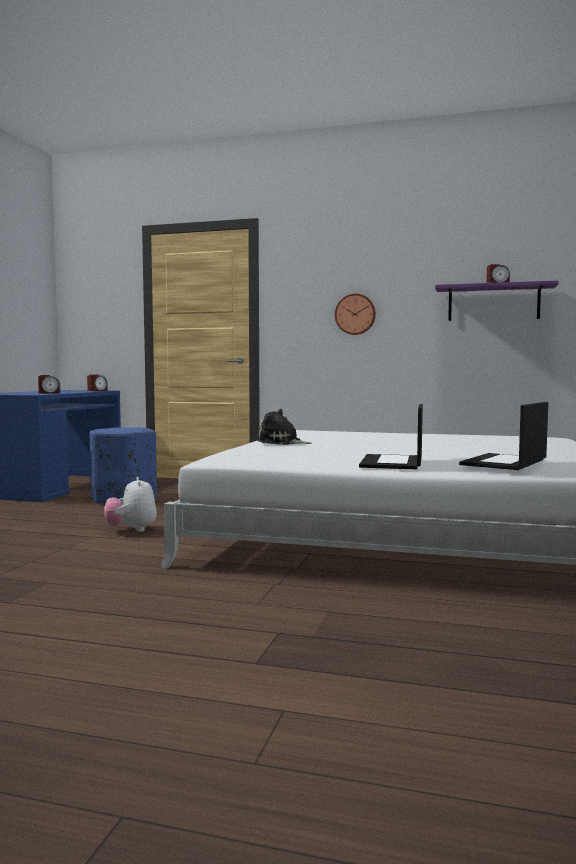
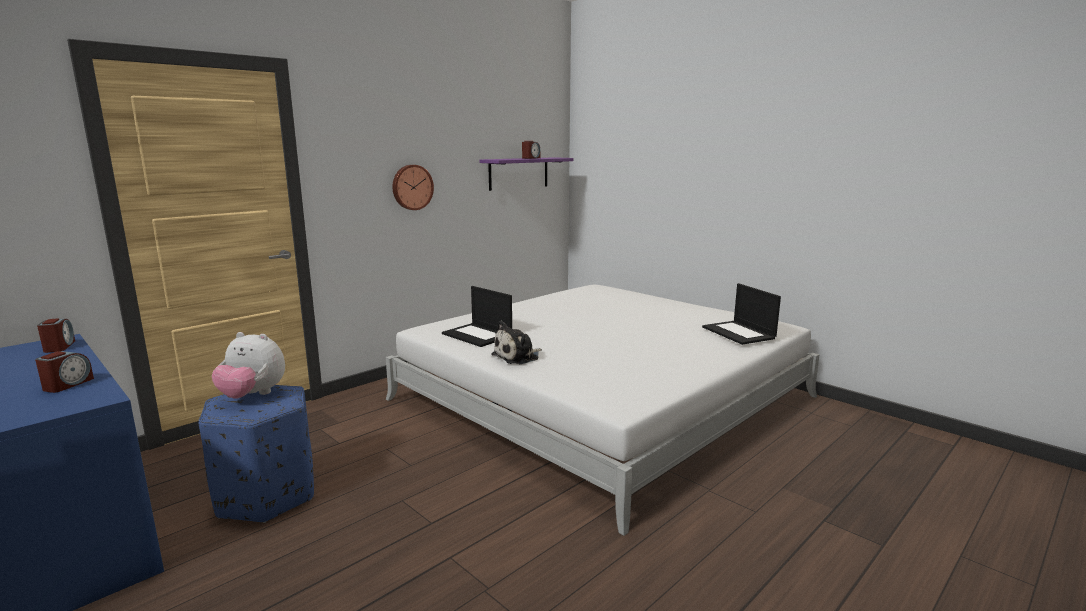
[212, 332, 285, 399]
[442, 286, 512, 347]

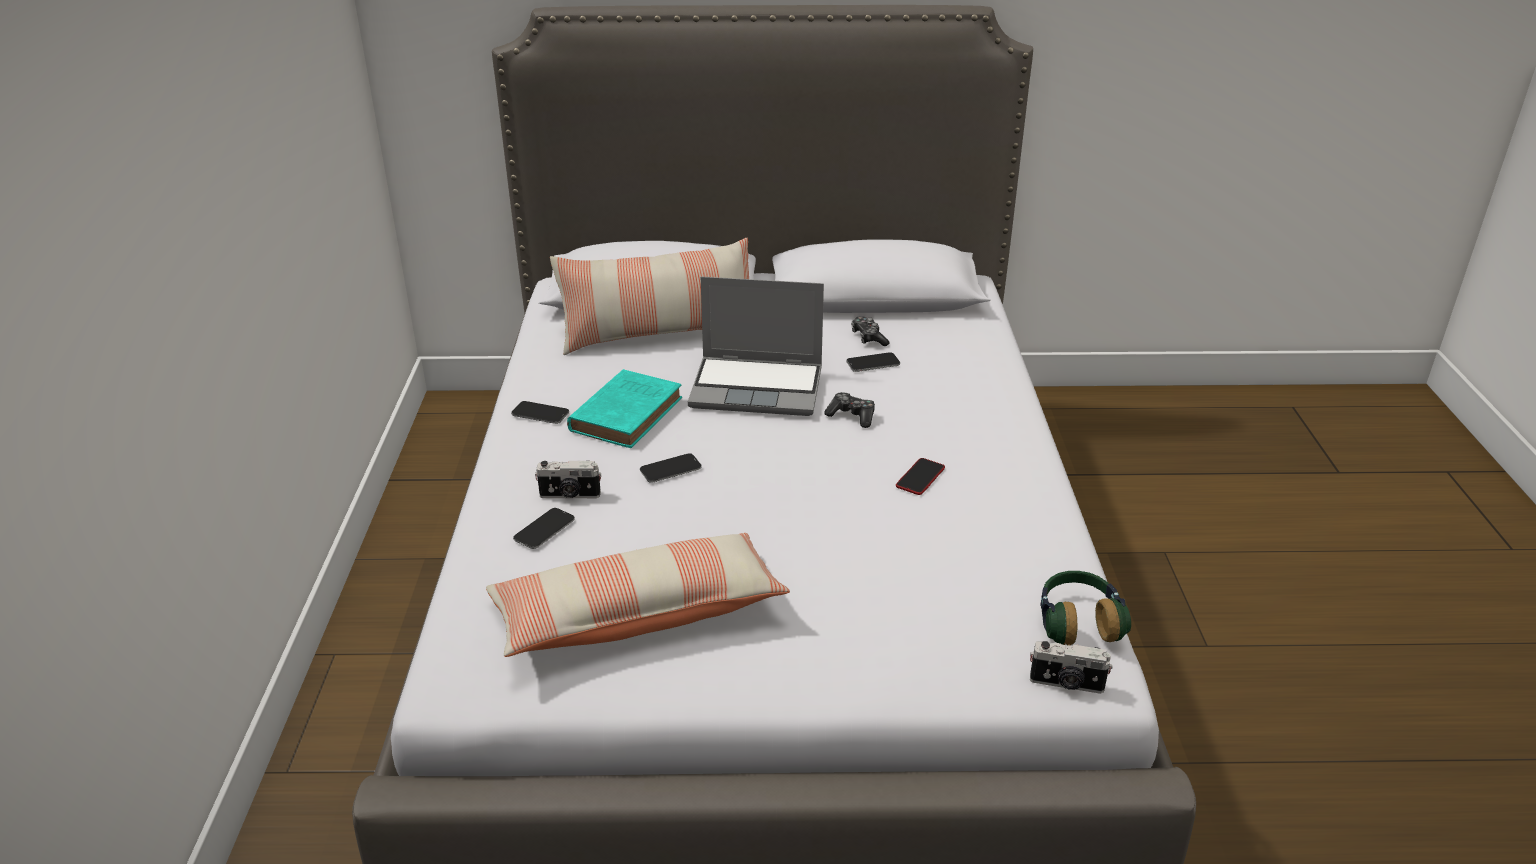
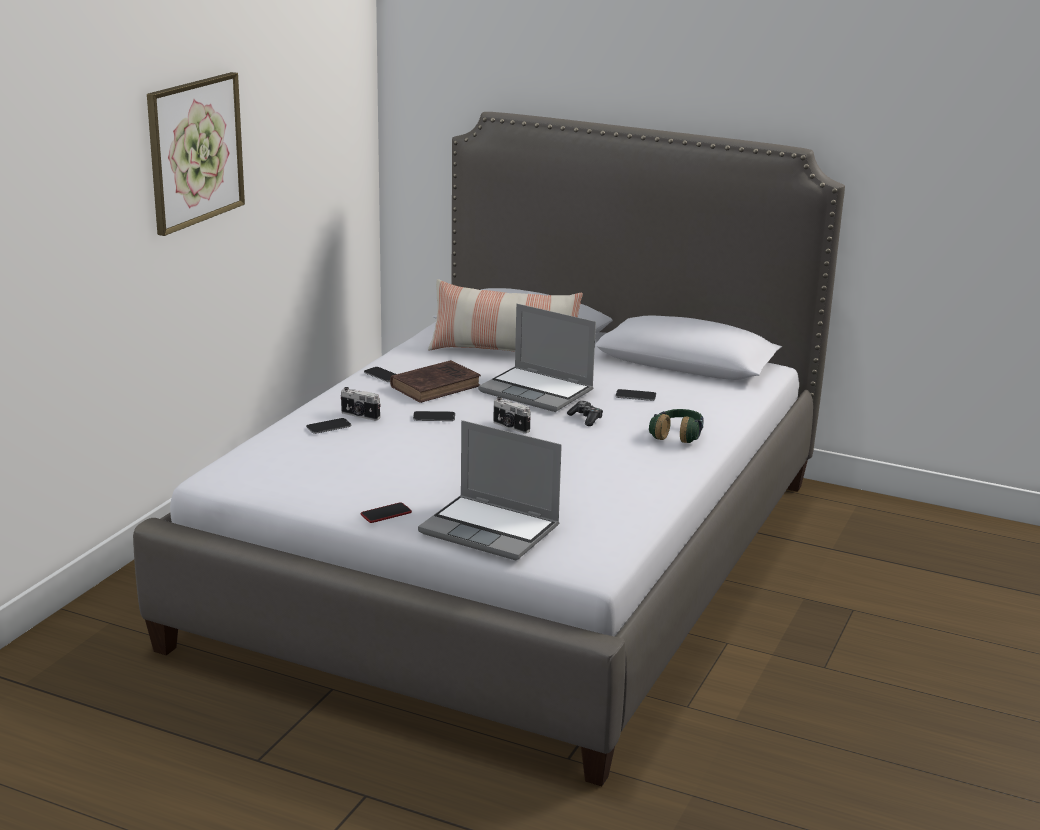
[486, 533, 790, 657] (first image)
[390, 360, 481, 403]
[851, 316, 890, 346] (first image)
[361, 502, 412, 523]
[493, 397, 531, 434]
[649, 409, 704, 443]
[147, 72, 245, 236]
[418, 420, 562, 561]

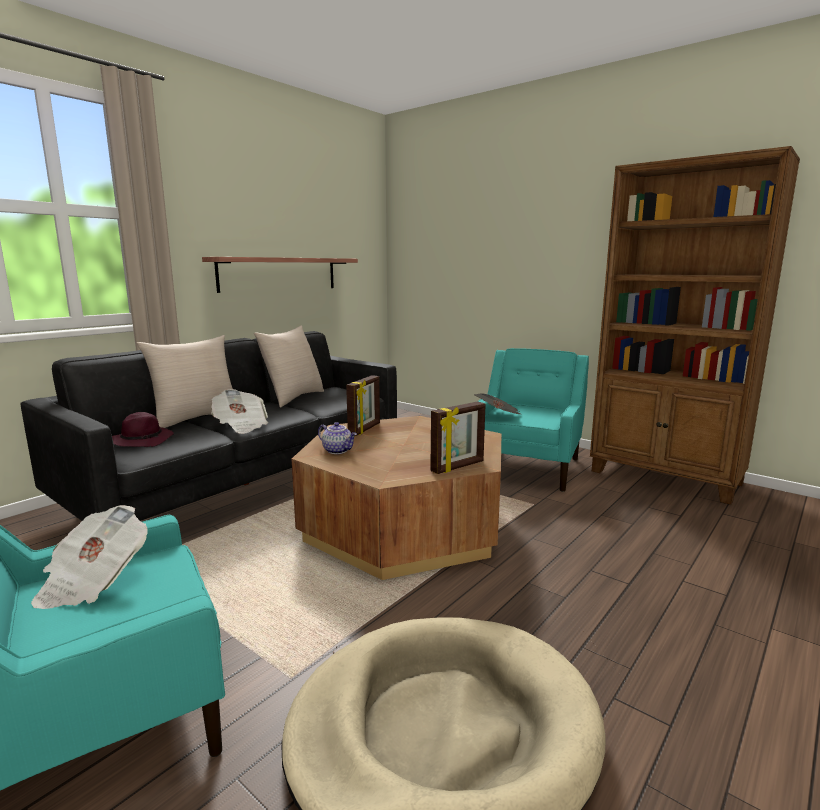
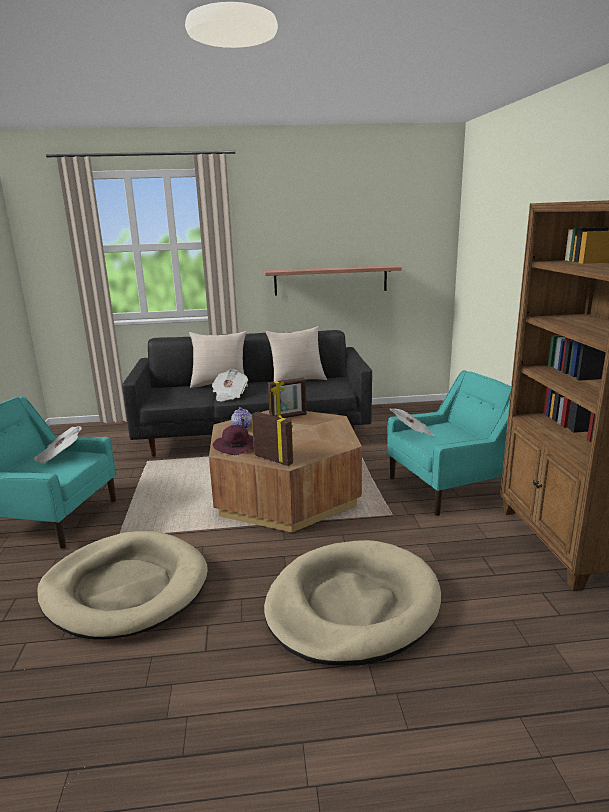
[213, 425, 254, 455]
[252, 412, 293, 466]
[264, 540, 441, 665]

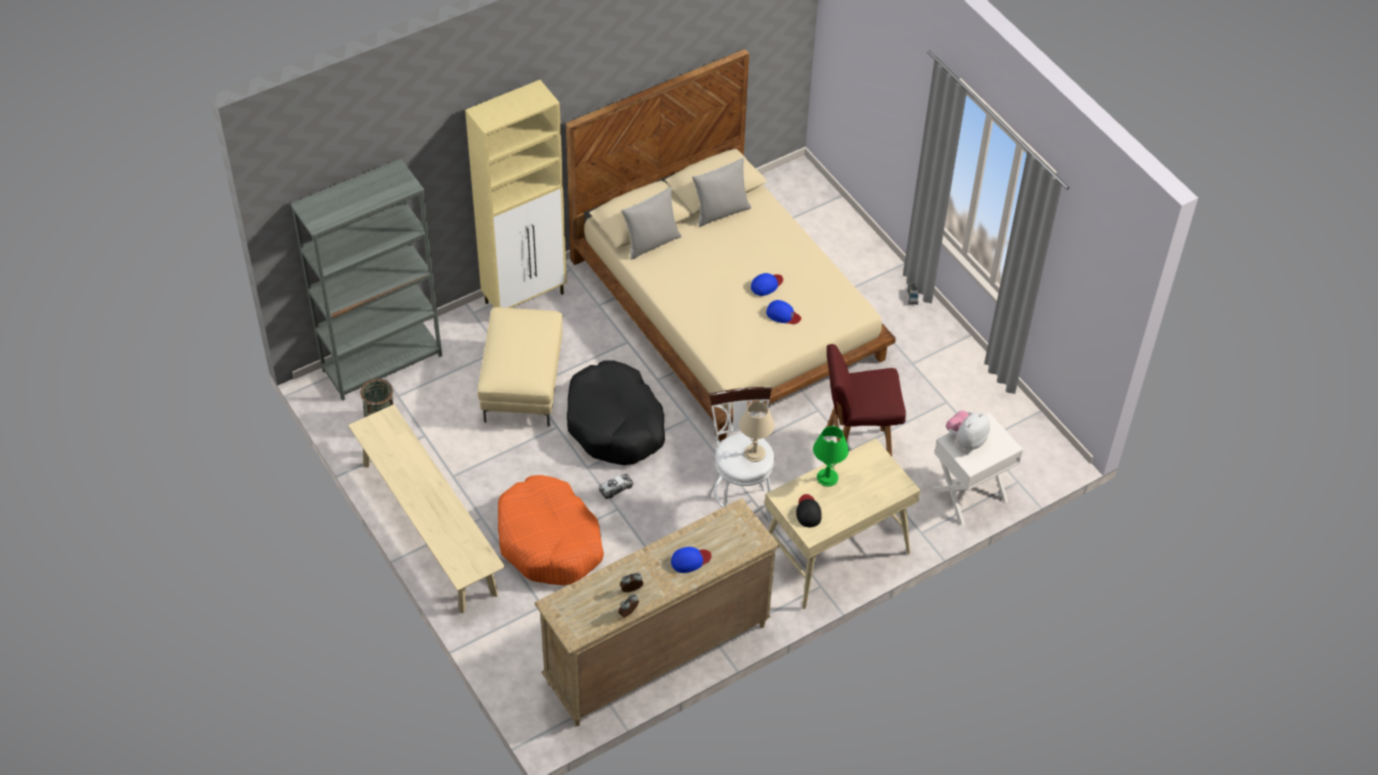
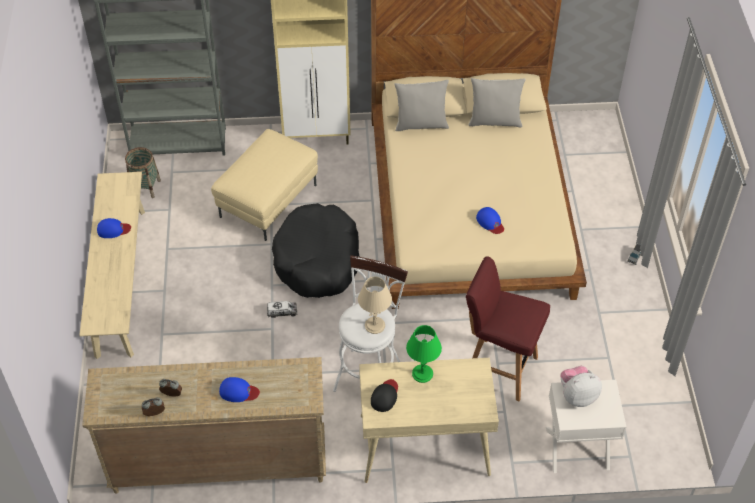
[498, 475, 604, 585] (first image)
[97, 218, 131, 238]

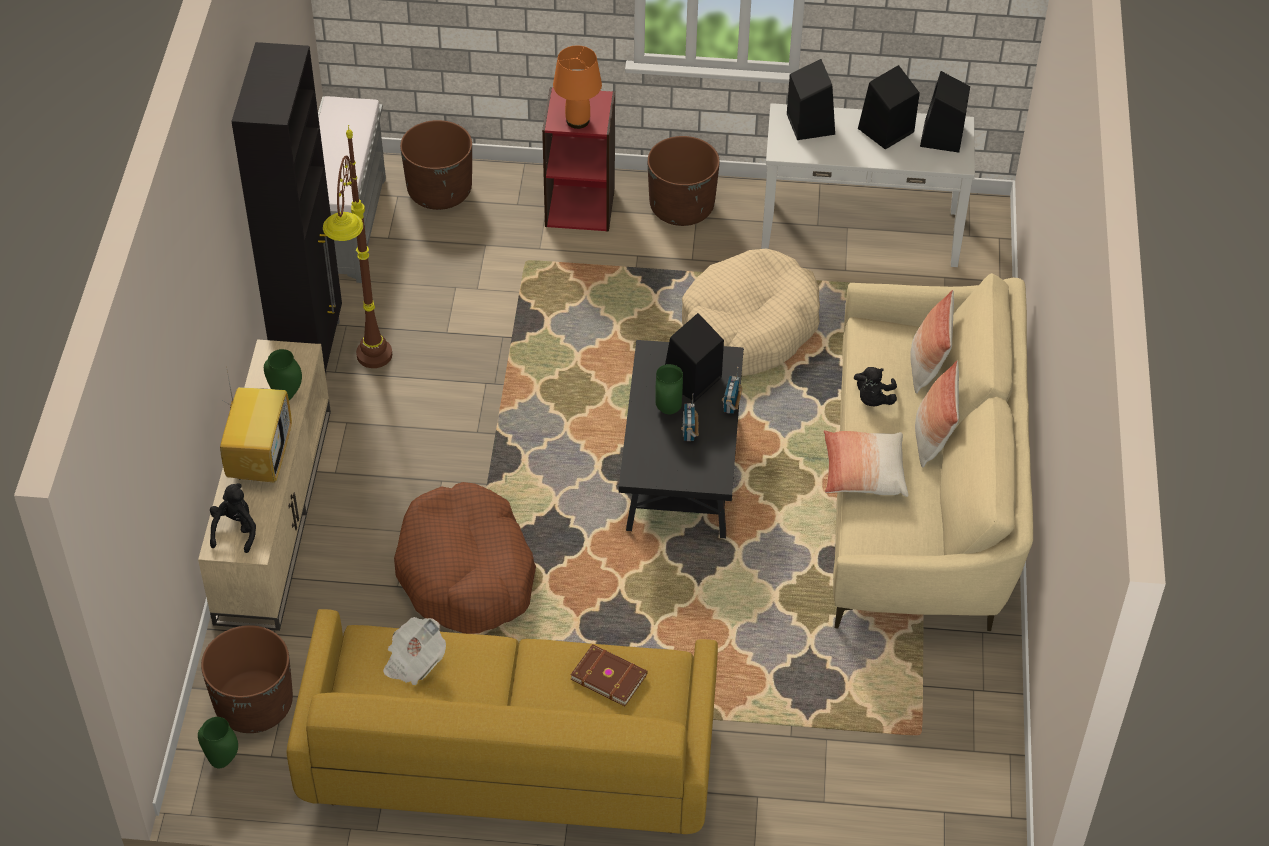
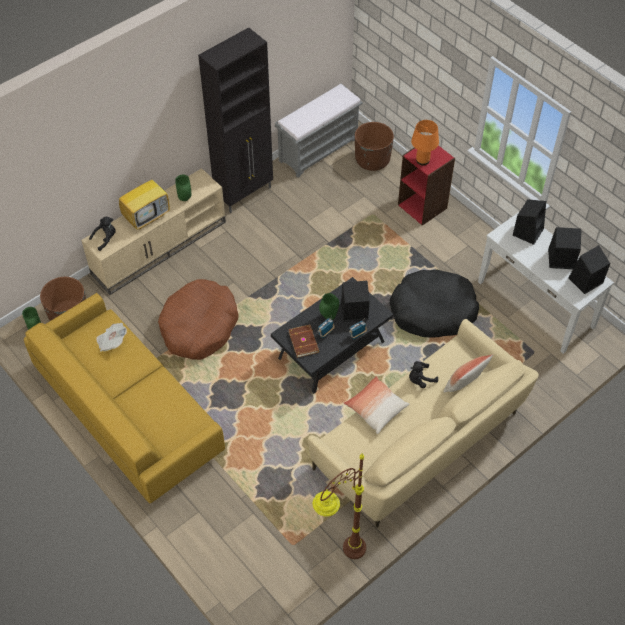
[313, 453, 366, 559]
[289, 324, 319, 358]
[647, 136, 720, 226] (first image)
[389, 269, 479, 338]
[915, 360, 959, 467] (first image)

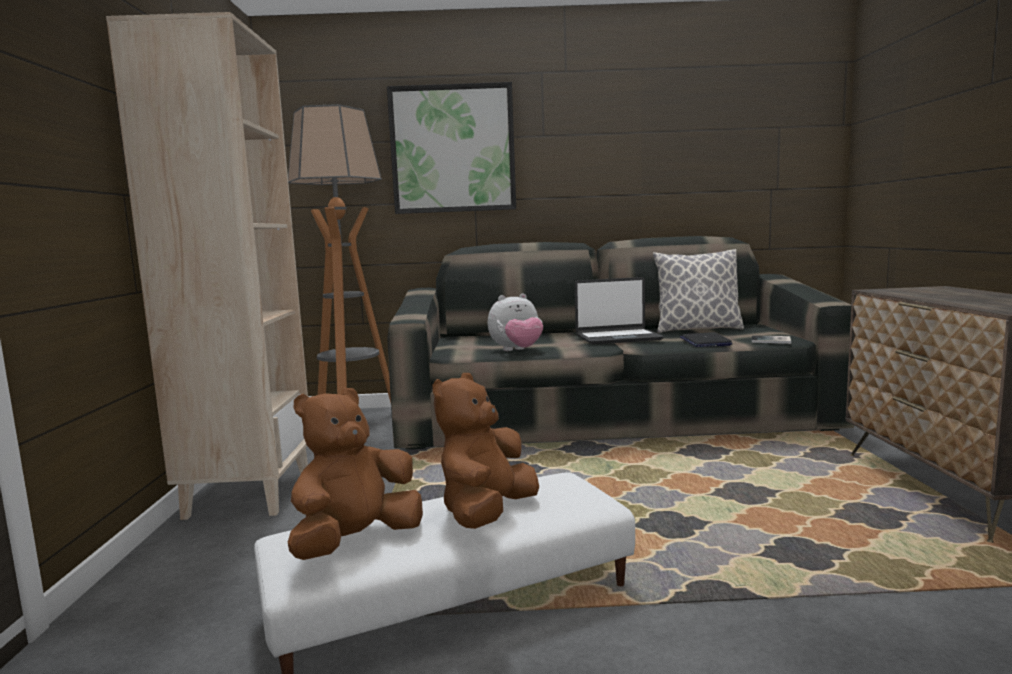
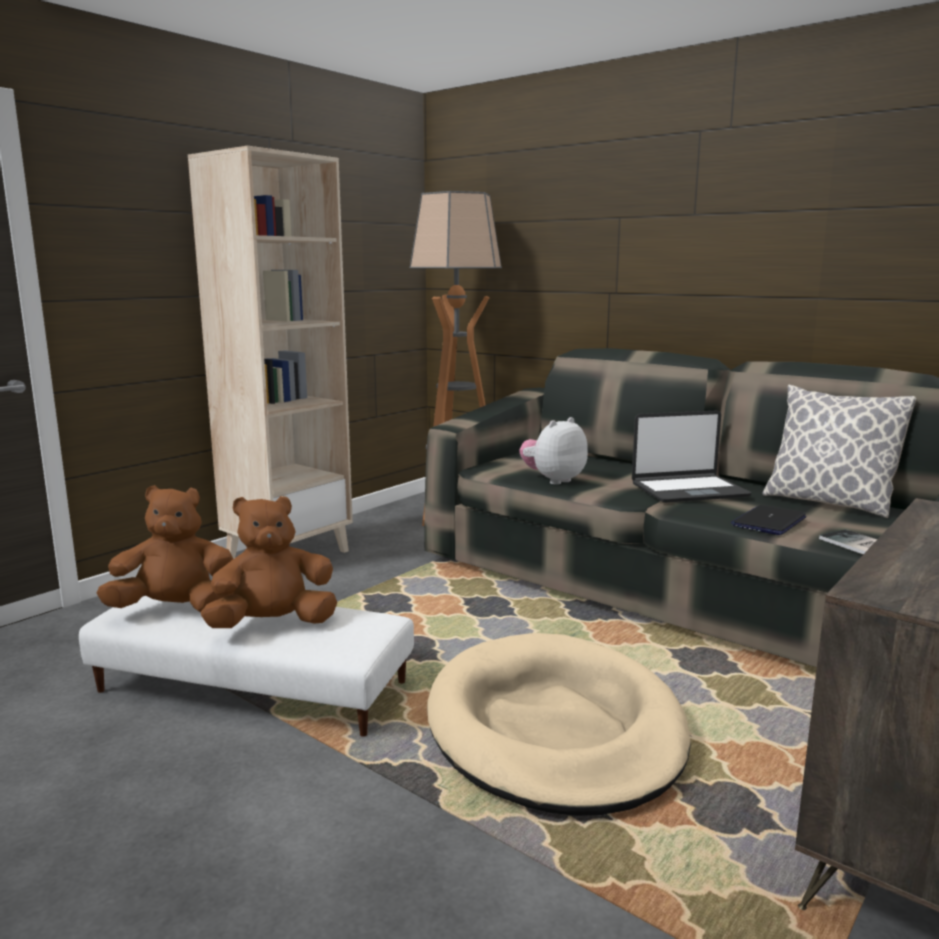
[387, 82, 516, 214] (first image)
[519, 417, 588, 484]
[632, 410, 752, 503]
[427, 633, 691, 816]

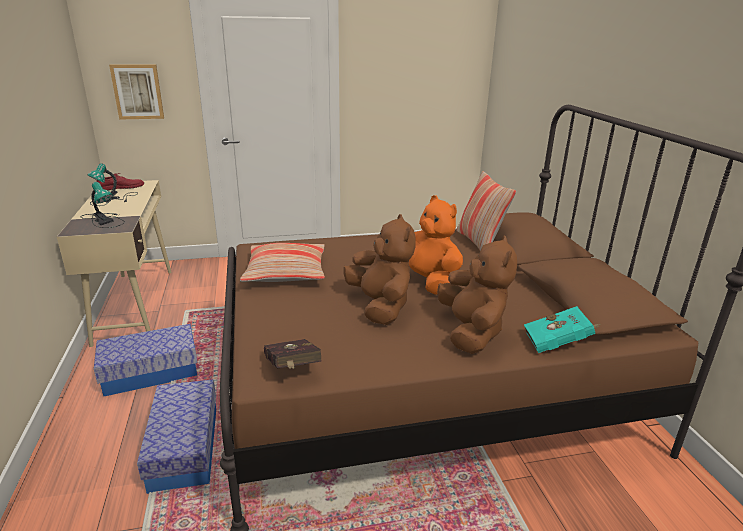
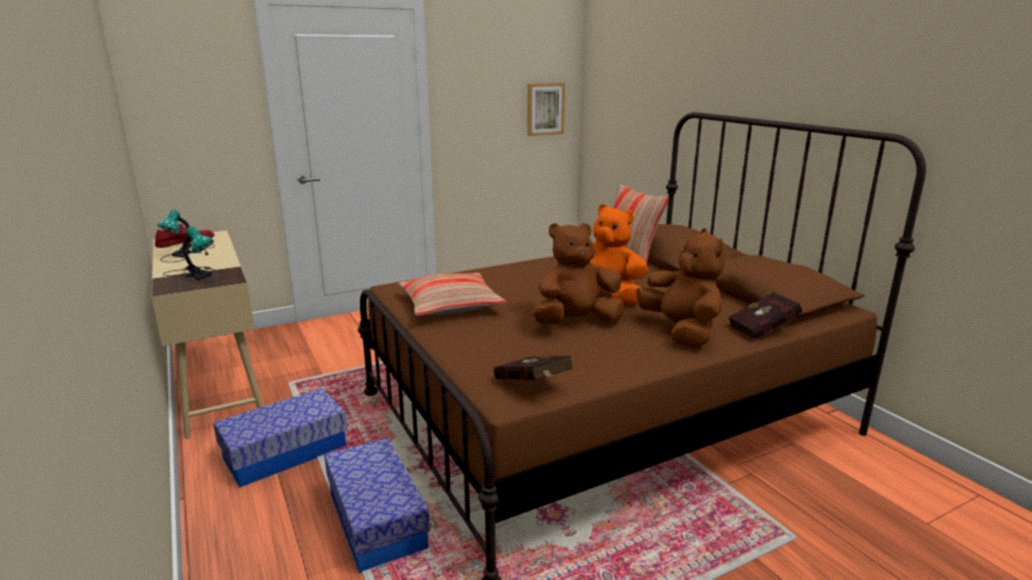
[527, 83, 565, 136]
[533, 223, 624, 324]
[728, 292, 802, 339]

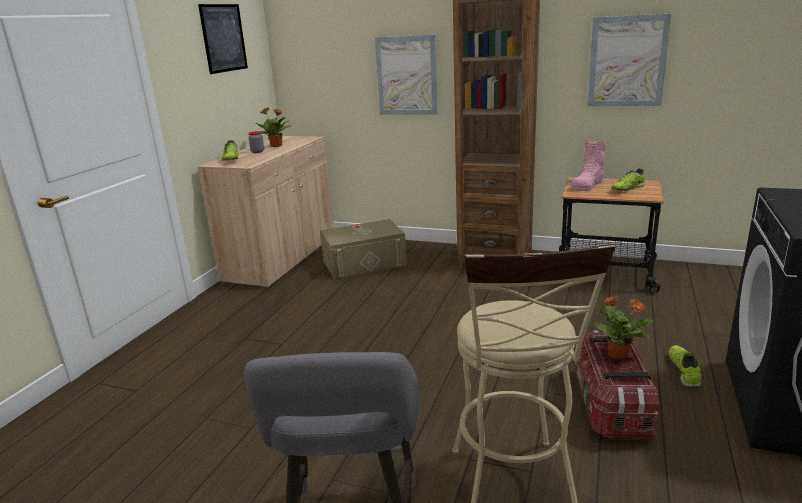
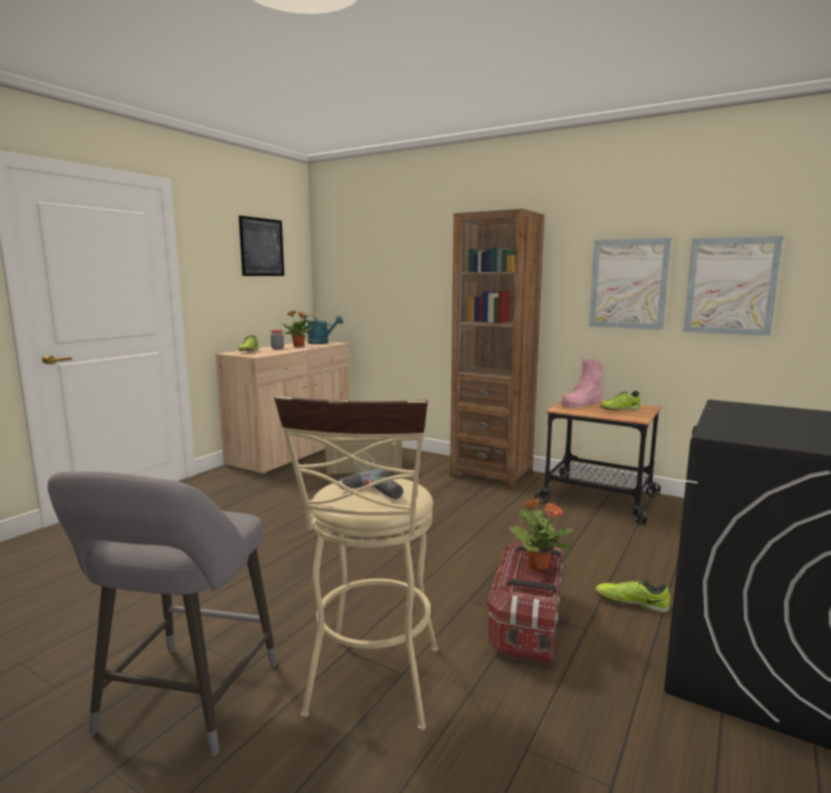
[683, 236, 784, 336]
[596, 579, 670, 613]
[303, 315, 343, 344]
[339, 469, 403, 499]

